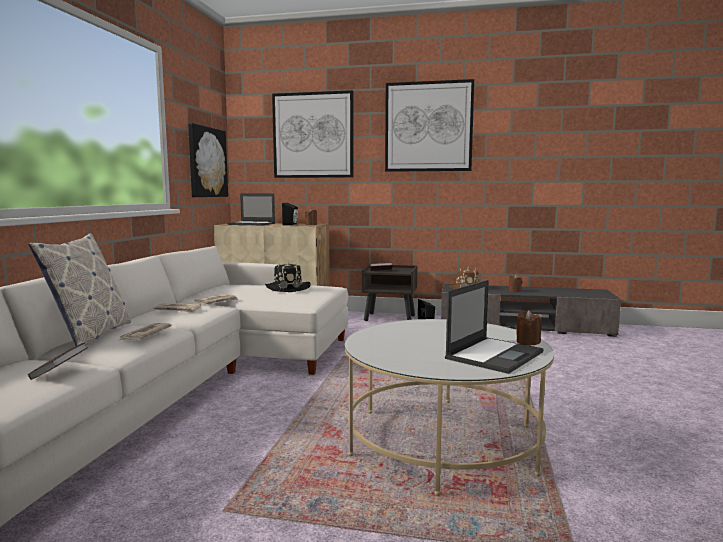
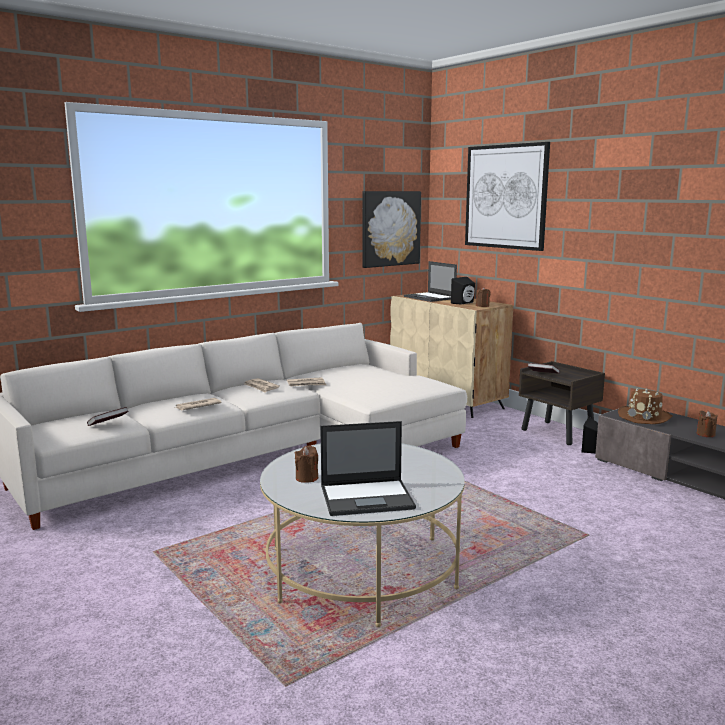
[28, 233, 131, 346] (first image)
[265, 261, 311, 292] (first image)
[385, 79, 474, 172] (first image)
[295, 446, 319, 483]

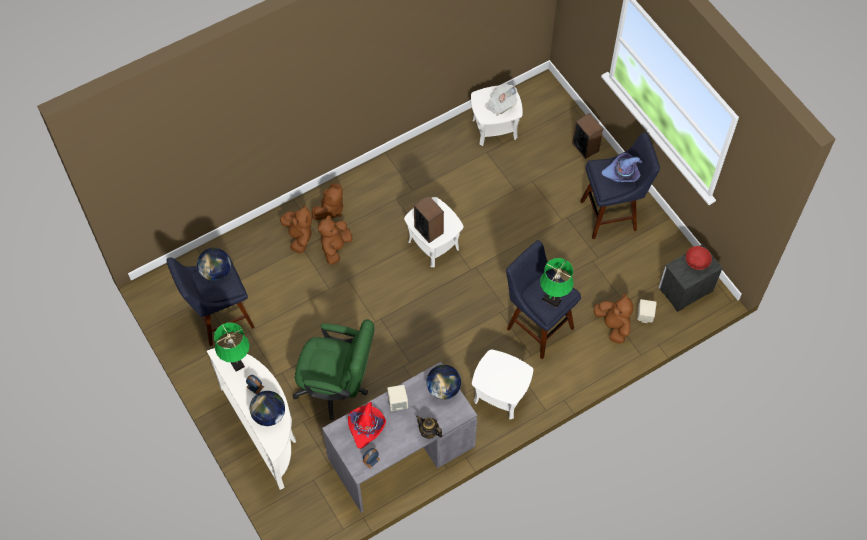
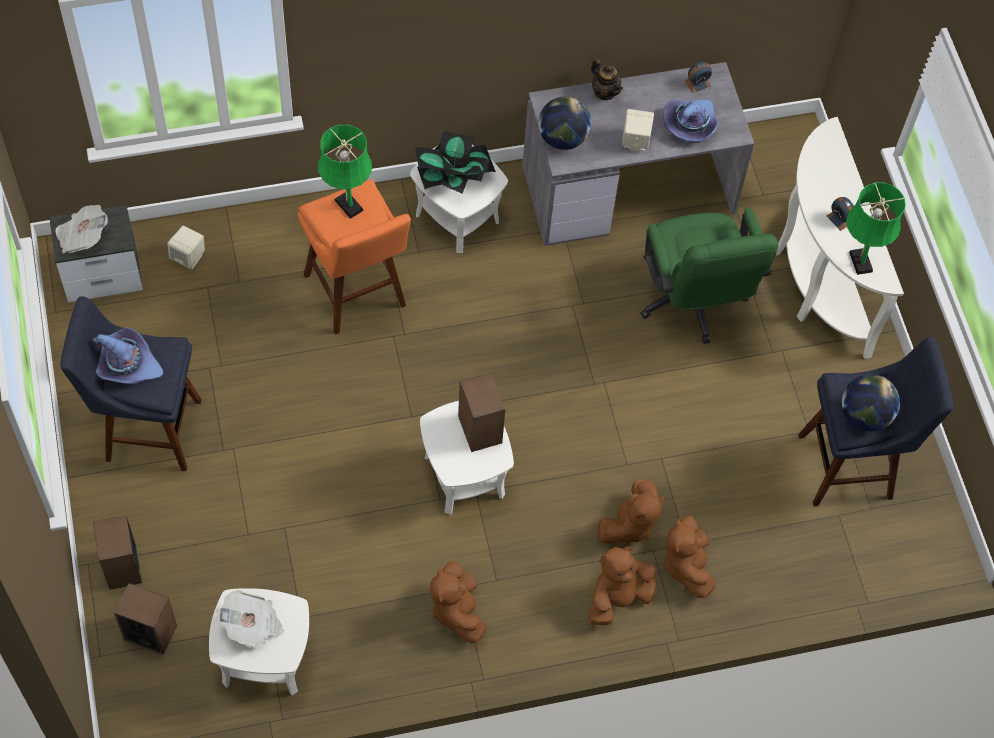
[250, 391, 285, 426] (first image)
[640, 207, 778, 344]
[663, 99, 718, 143]
[298, 179, 411, 335]
[430, 561, 487, 643]
[55, 205, 108, 254]
[114, 583, 177, 655]
[415, 131, 496, 193]

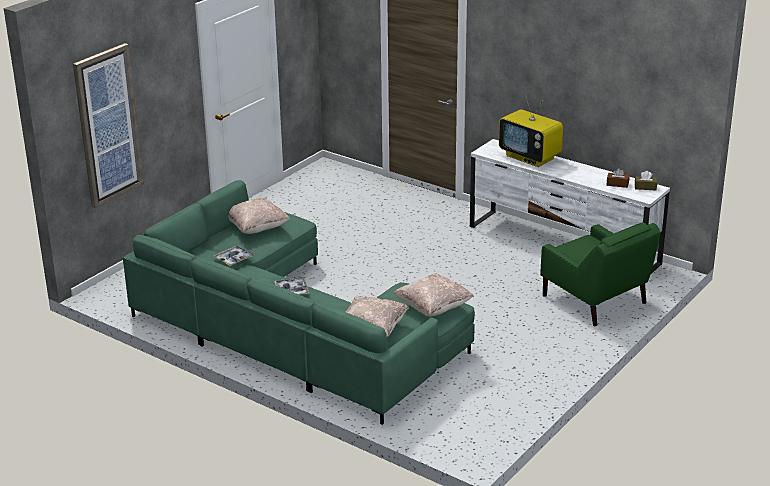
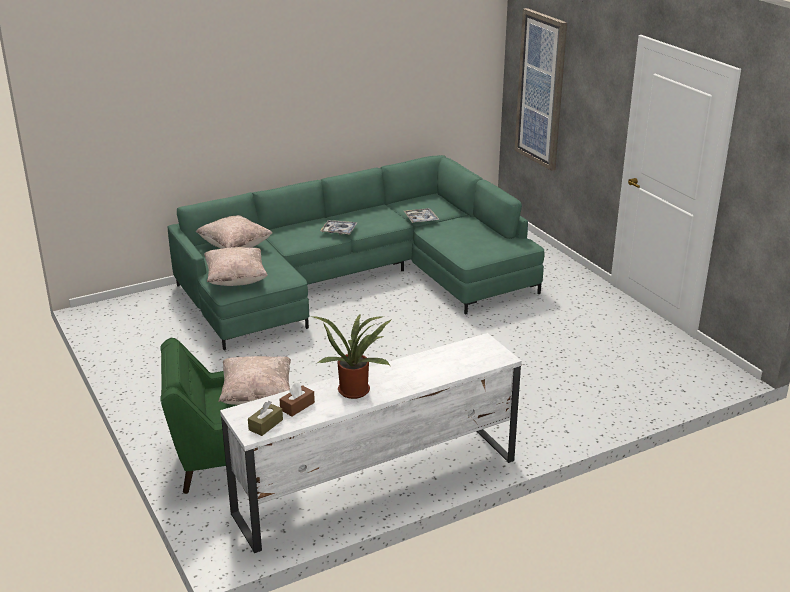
[218, 356, 291, 405]
[499, 93, 563, 167] (first image)
[311, 313, 392, 399]

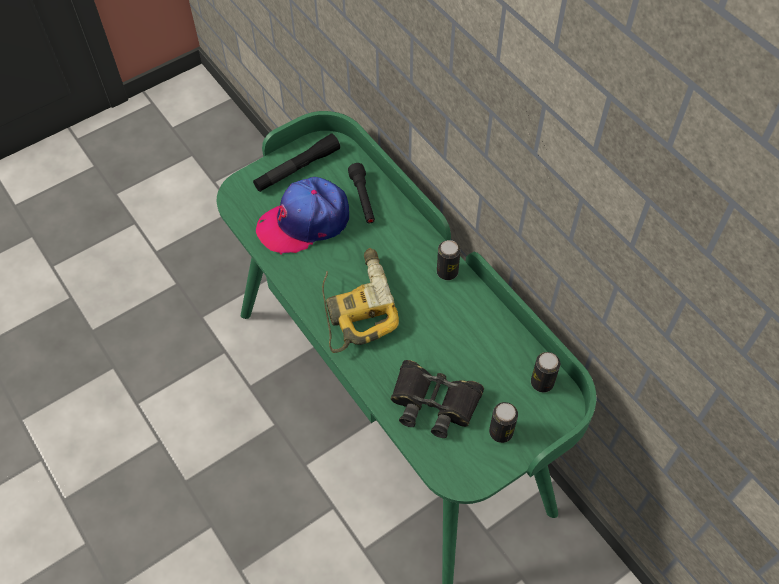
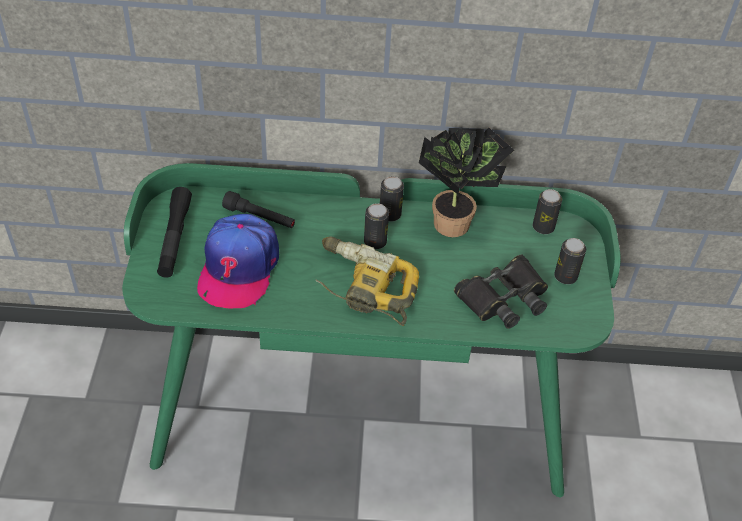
[364, 203, 389, 249]
[419, 128, 514, 237]

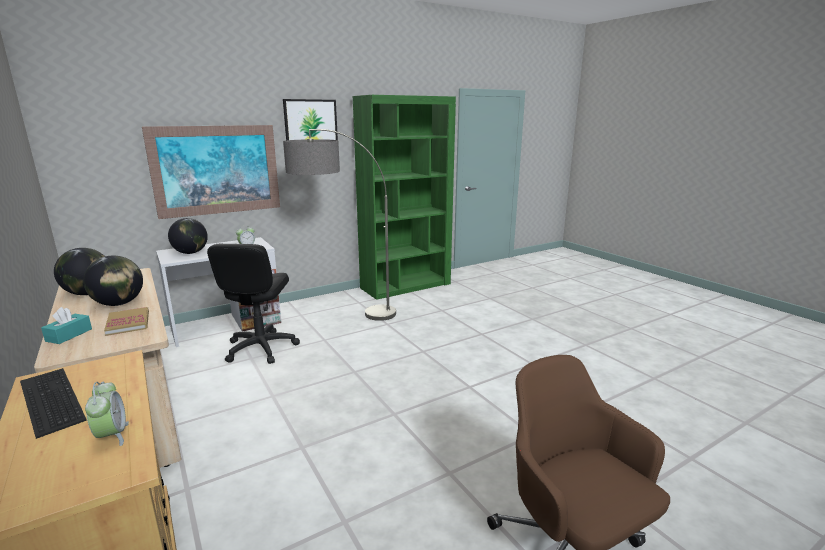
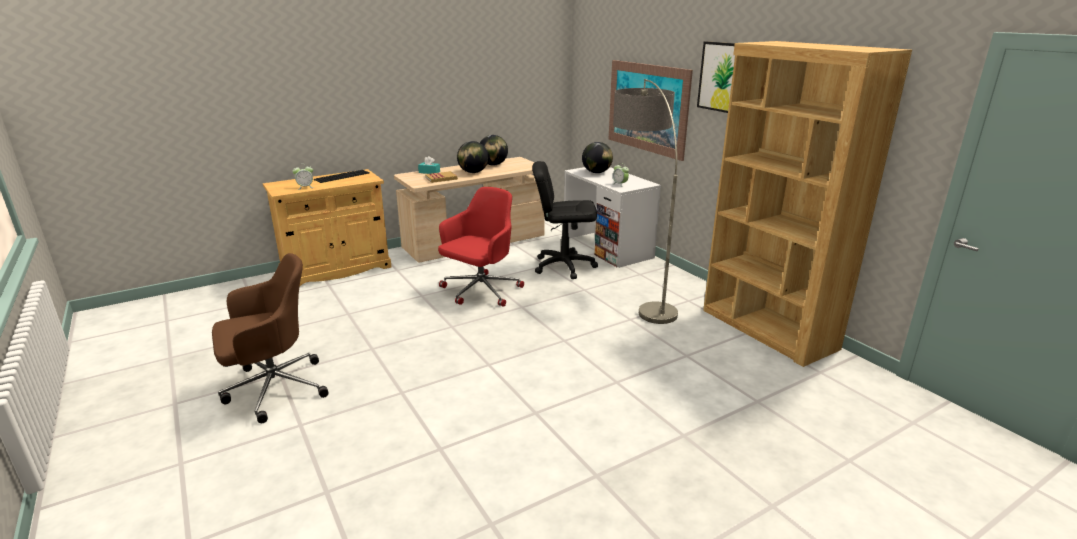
[703, 41, 912, 367]
[438, 187, 524, 307]

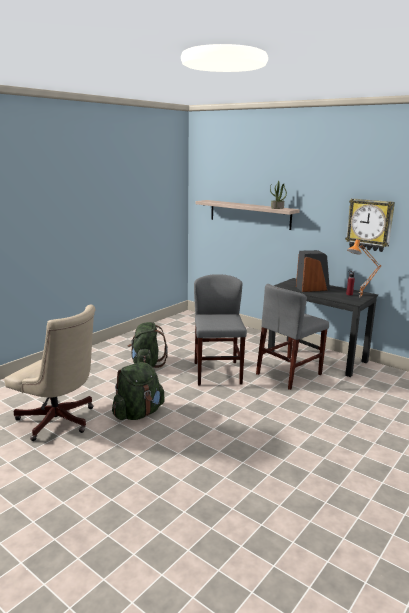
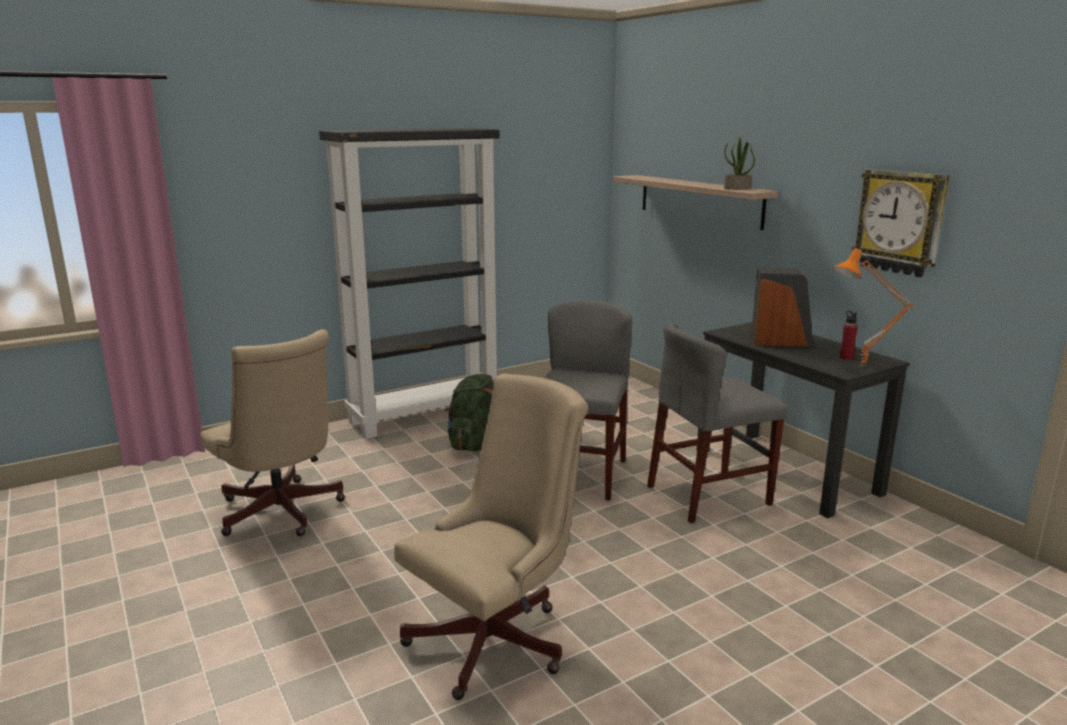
[112, 362, 165, 420] (first image)
[319, 128, 500, 439]
[394, 374, 588, 700]

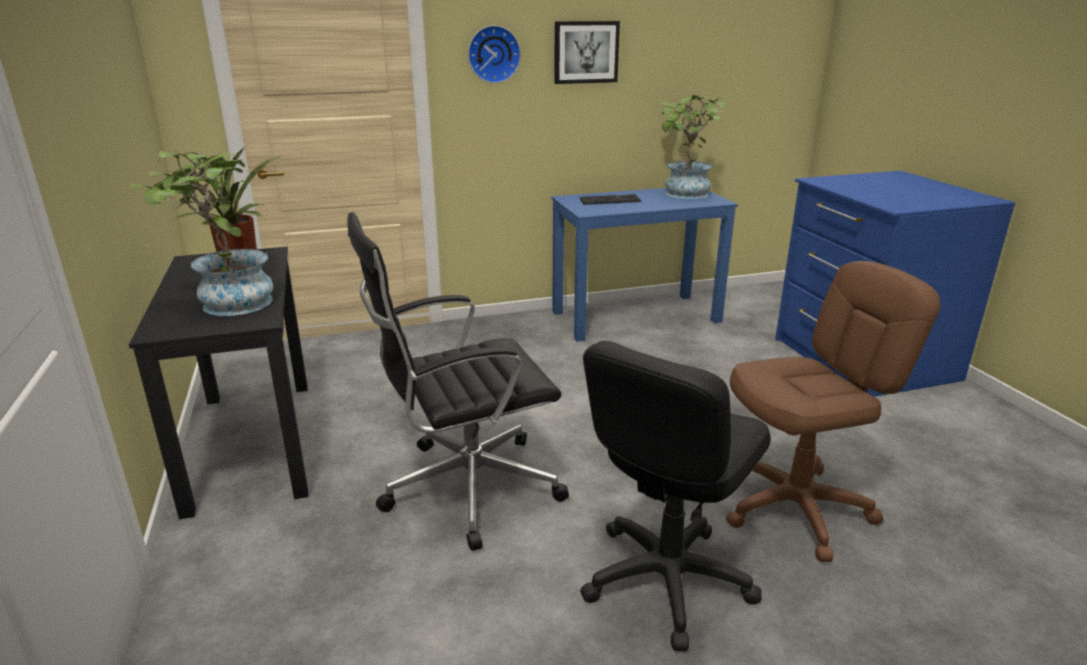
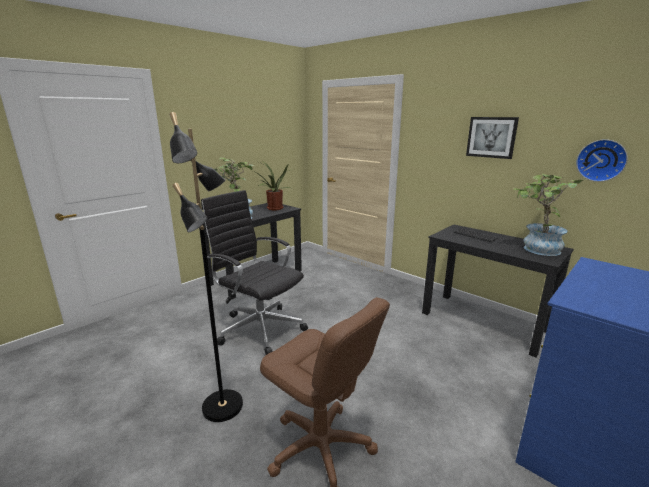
[576, 139, 628, 182]
[422, 225, 574, 358]
[169, 112, 243, 422]

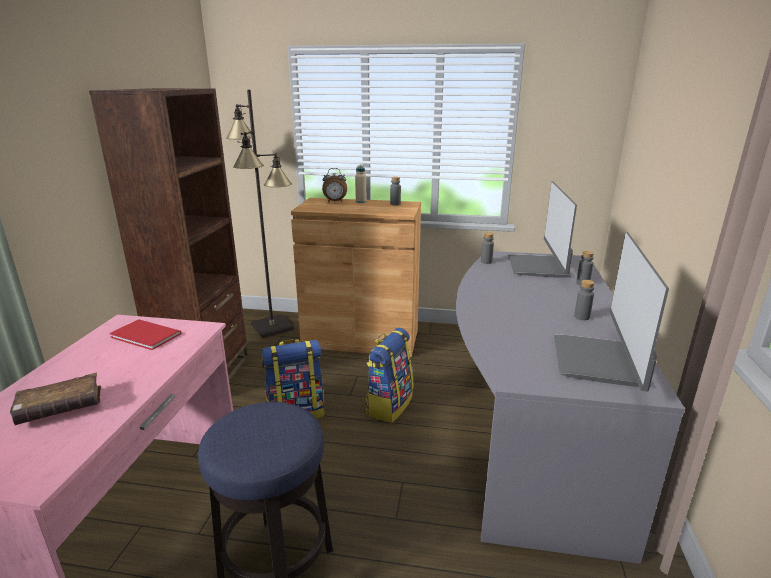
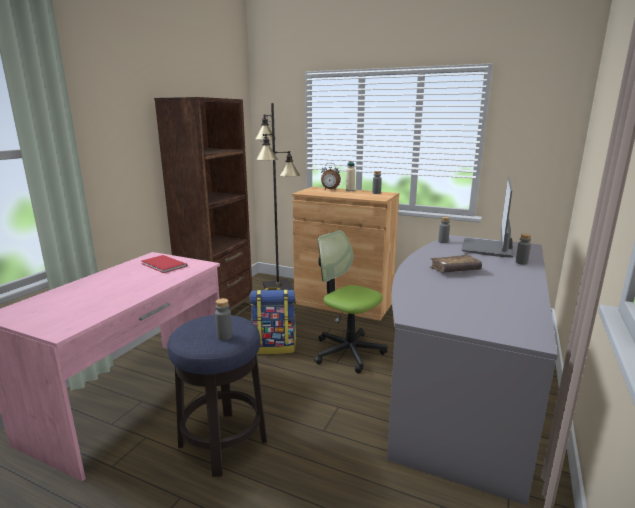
[430, 255, 482, 273]
[314, 230, 388, 373]
[554, 232, 669, 392] (first image)
[215, 298, 232, 341]

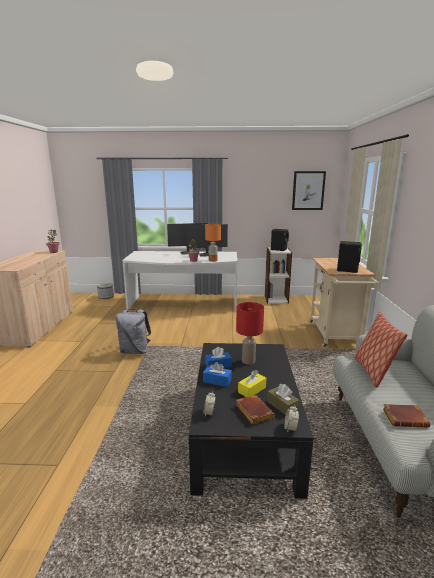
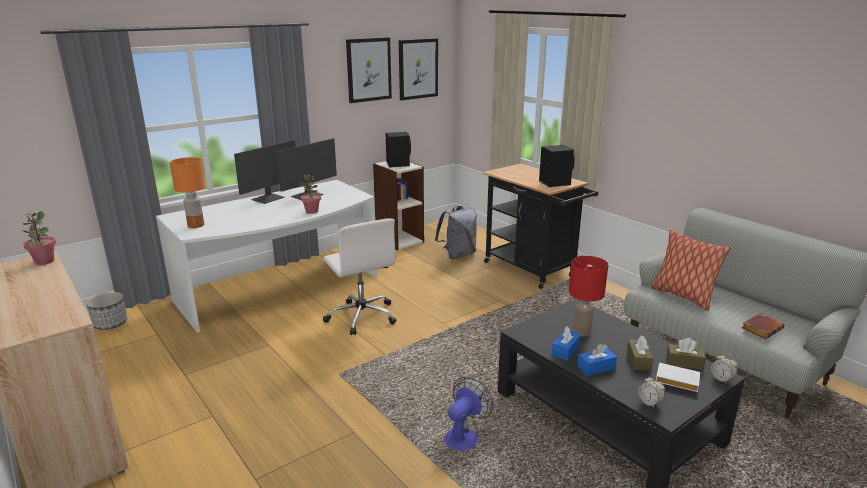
[435, 206, 477, 259]
[170, 157, 205, 228]
[656, 363, 700, 392]
[627, 335, 653, 371]
[483, 164, 598, 289]
[323, 218, 396, 335]
[346, 37, 392, 103]
[444, 377, 493, 451]

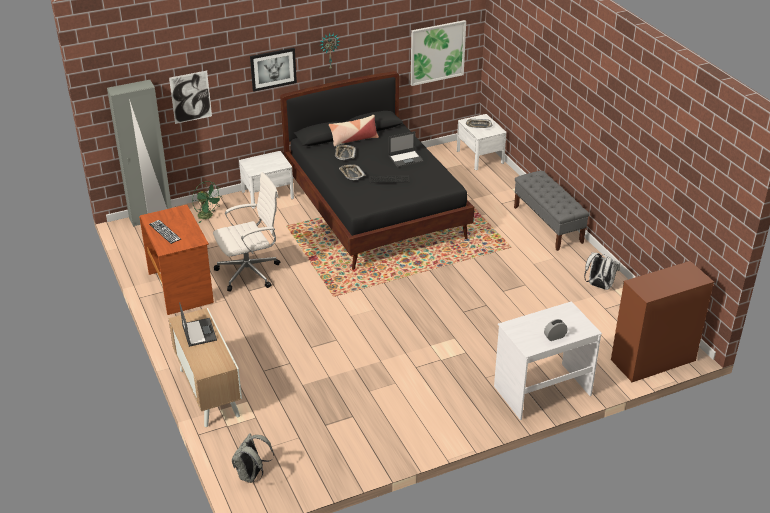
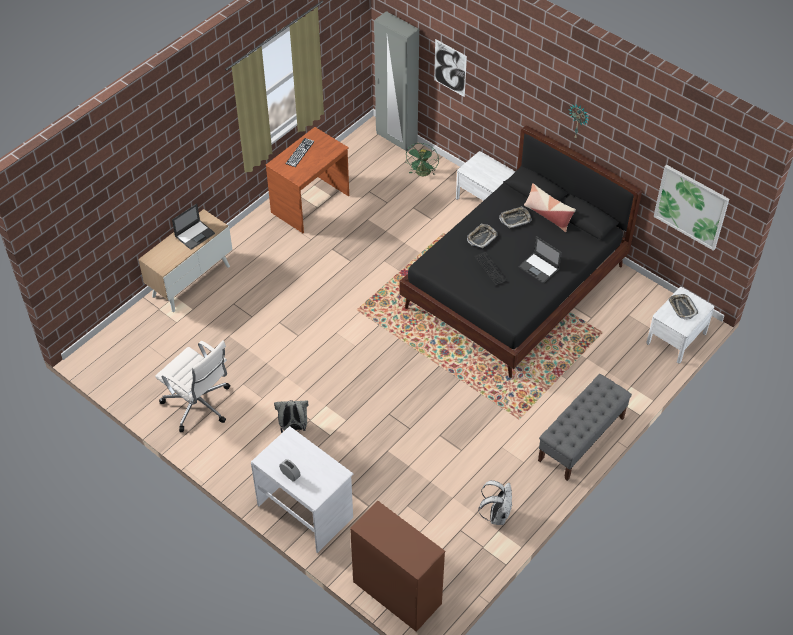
[155, 341, 230, 432]
[274, 400, 309, 433]
[250, 48, 297, 92] (first image)

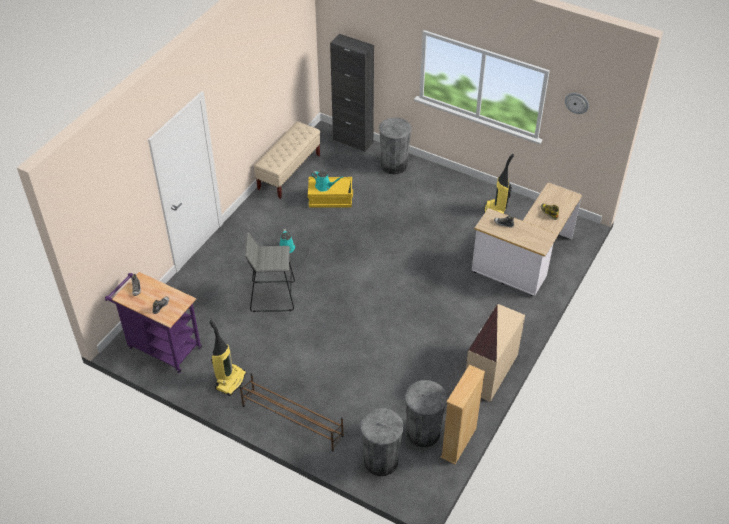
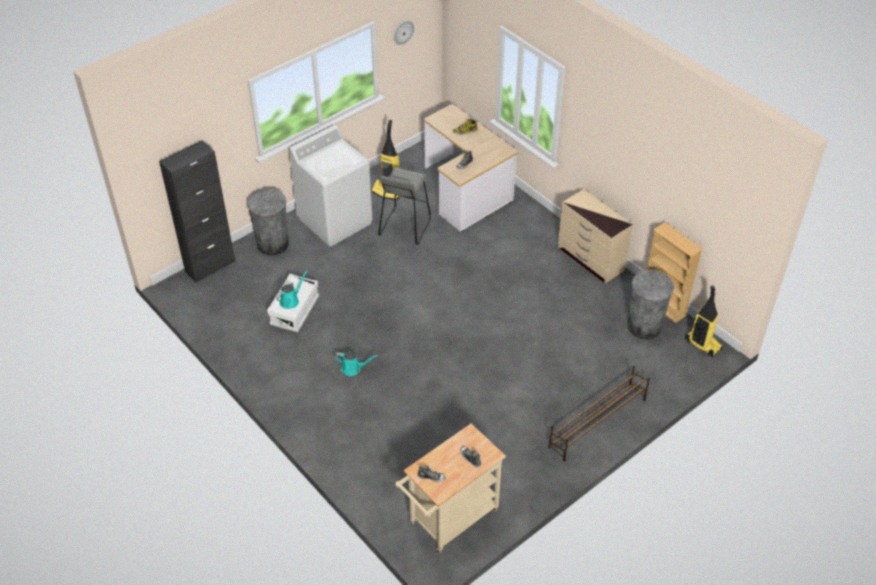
[396, 424, 506, 553]
[684, 285, 723, 357]
[378, 167, 431, 245]
[254, 122, 320, 199] (first image)
[267, 274, 319, 332]
[360, 408, 404, 476] (first image)
[289, 125, 373, 247]

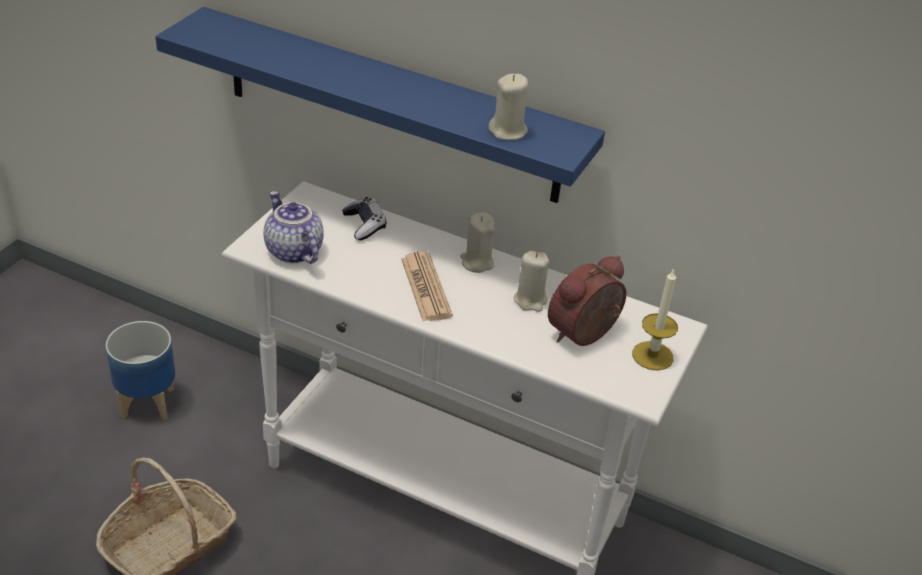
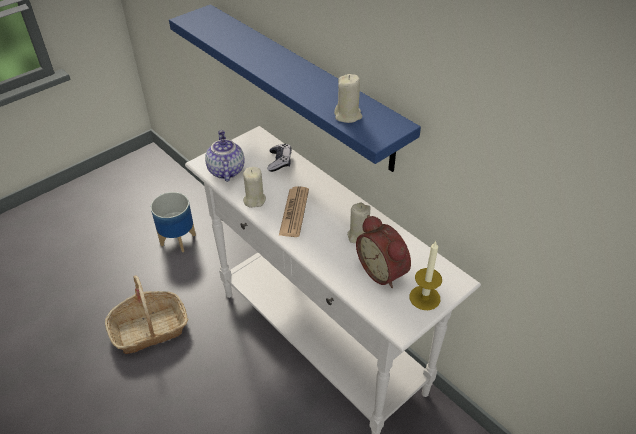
[243, 167, 266, 208]
[356, 215, 411, 288]

